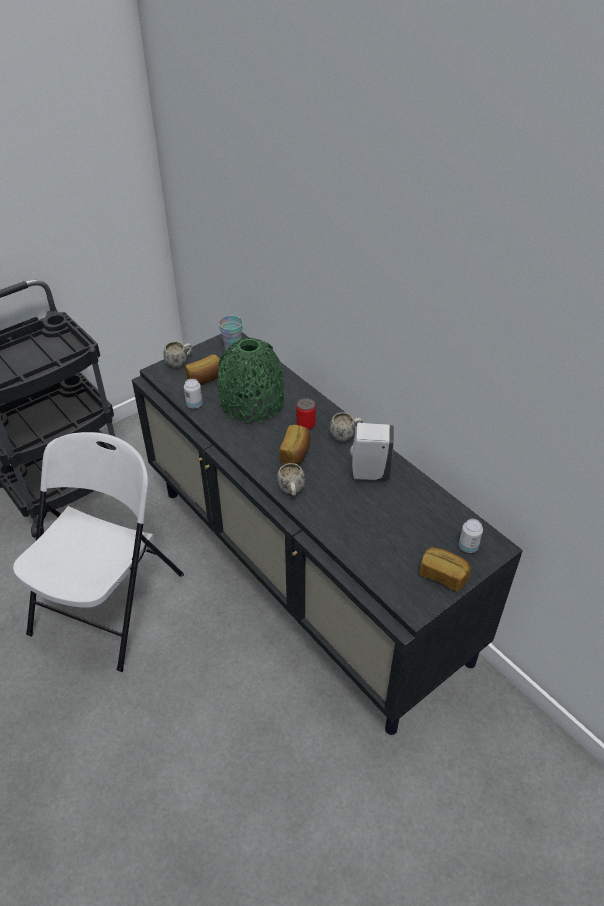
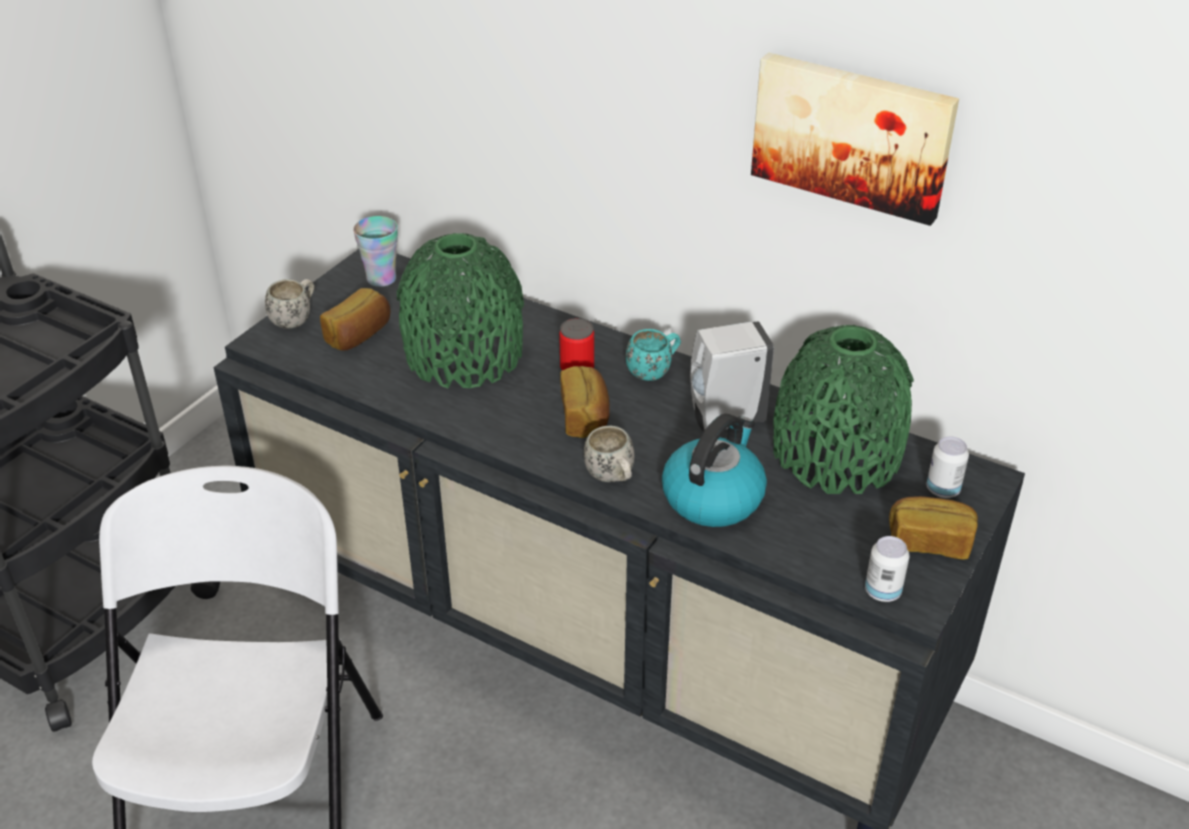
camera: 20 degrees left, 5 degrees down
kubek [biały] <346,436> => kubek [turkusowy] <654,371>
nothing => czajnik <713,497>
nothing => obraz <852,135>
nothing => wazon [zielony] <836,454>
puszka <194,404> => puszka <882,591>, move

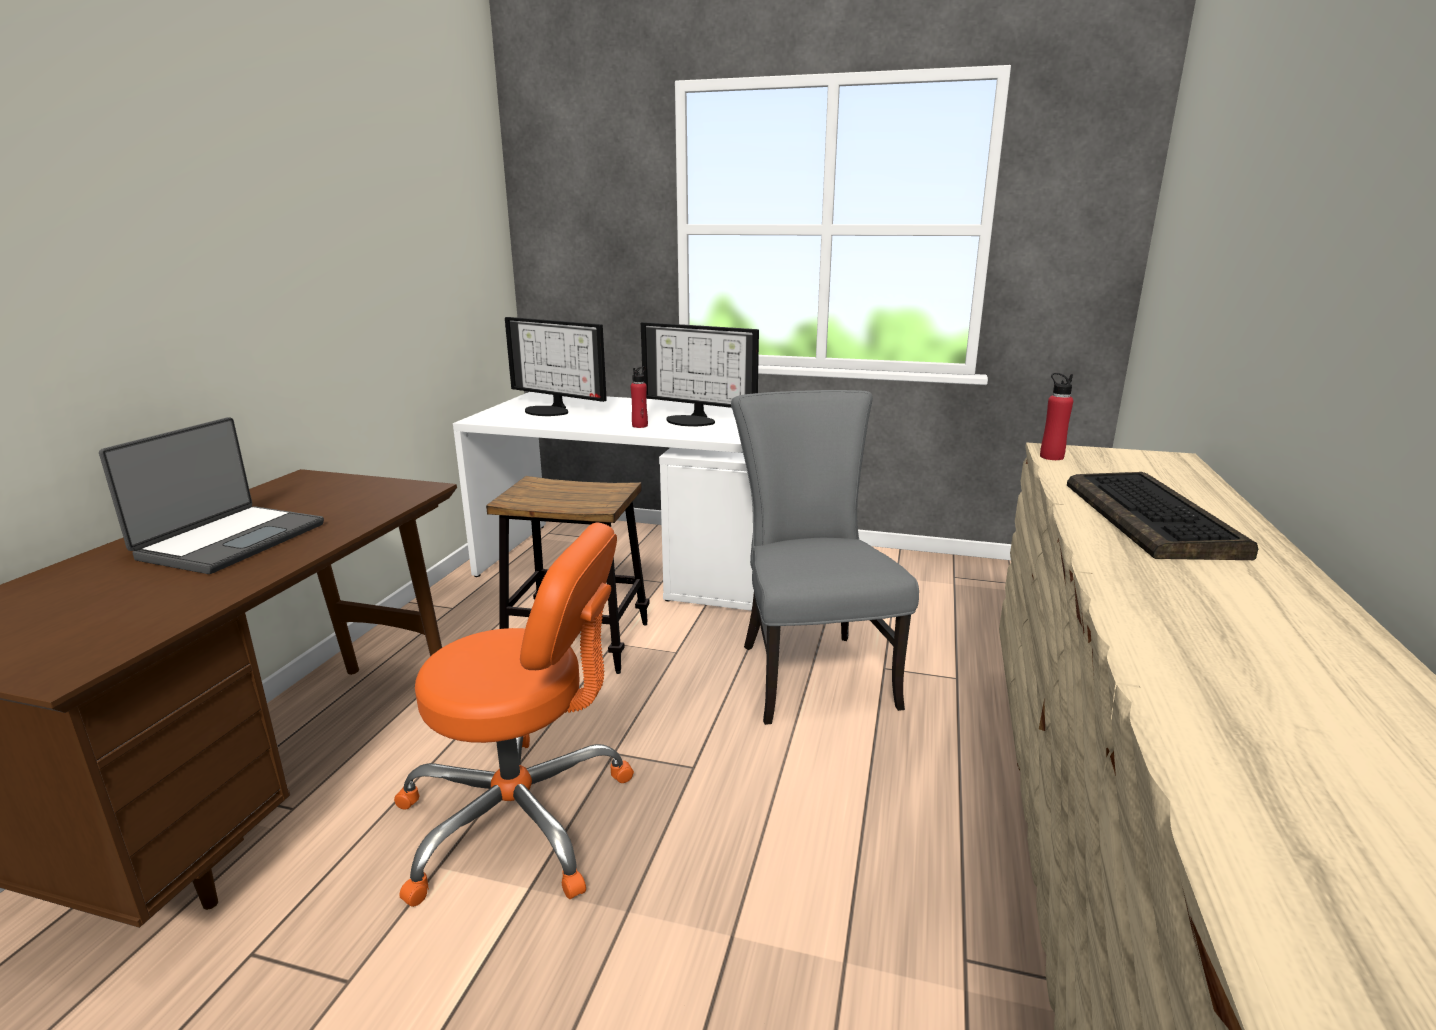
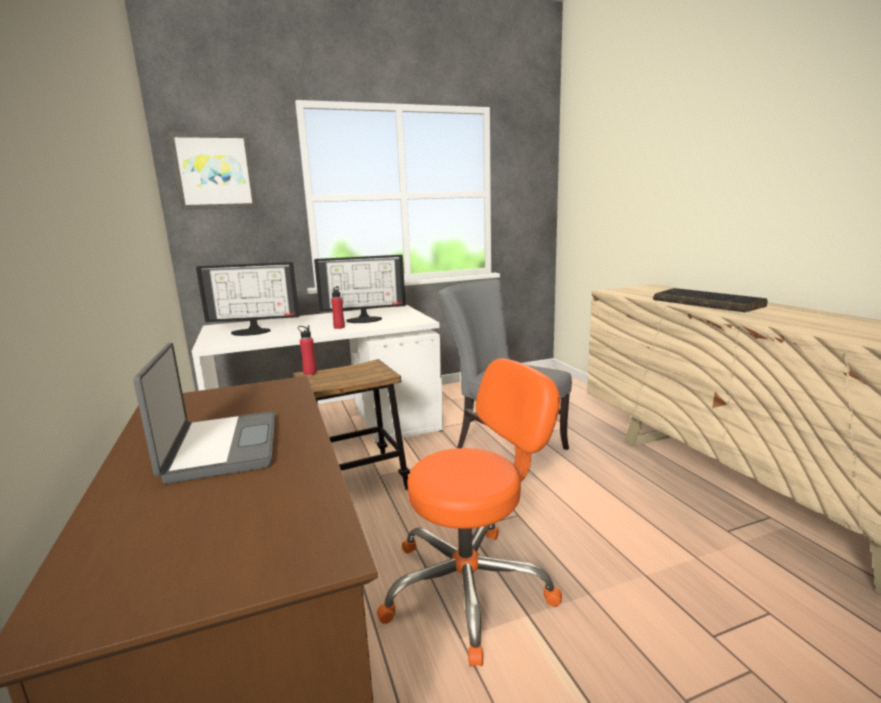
camera: 35 degrees left, 5 degrees down
nothing => obraz <214,171>
butelka [czerwony] <1051,457> => butelka [czerwony] <310,372>, move

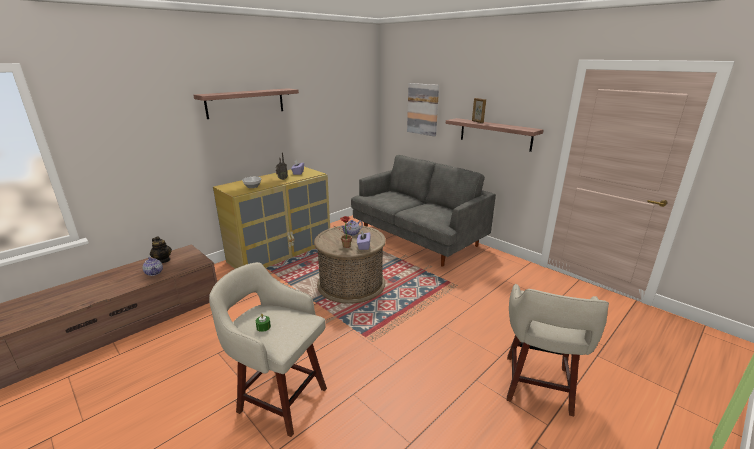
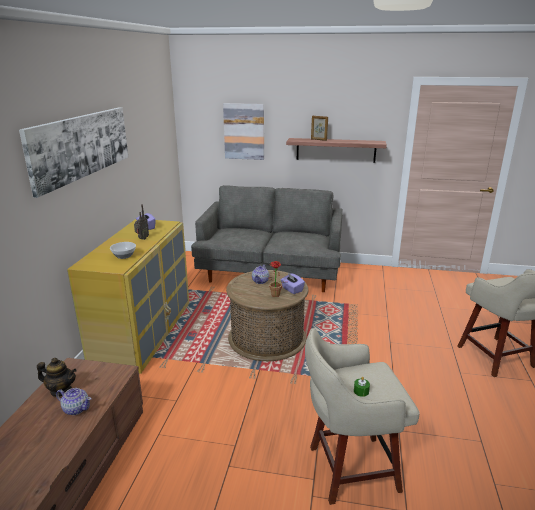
camera: 35 degrees left, 0 degrees up
półka <245,103> => obraz <81,146>

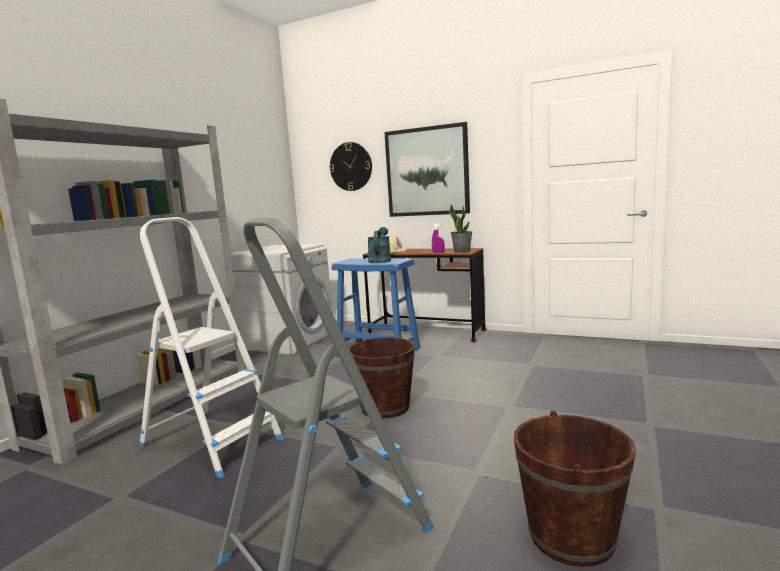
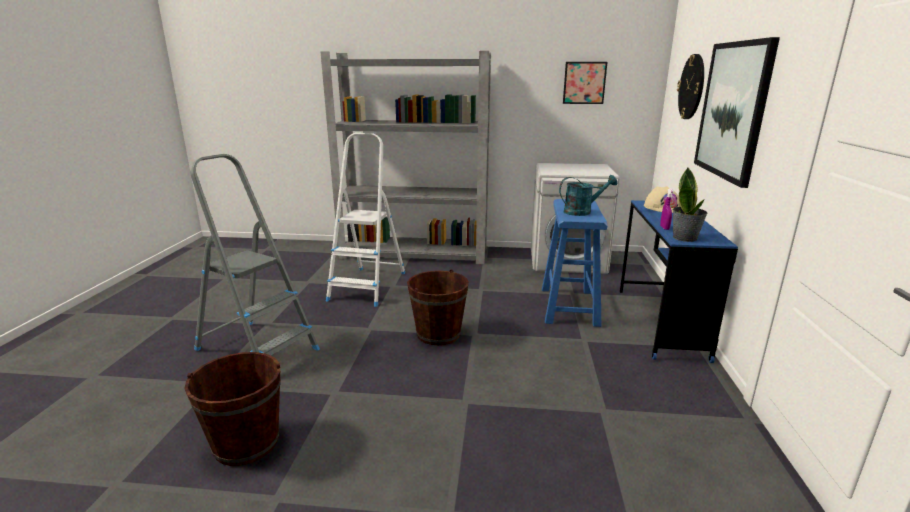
camera: 70 degrees right, 10 degrees up
nothing => obraz <584,83>
biurko [brązowy] <426,333> => biurko [niebieski] <660,322>

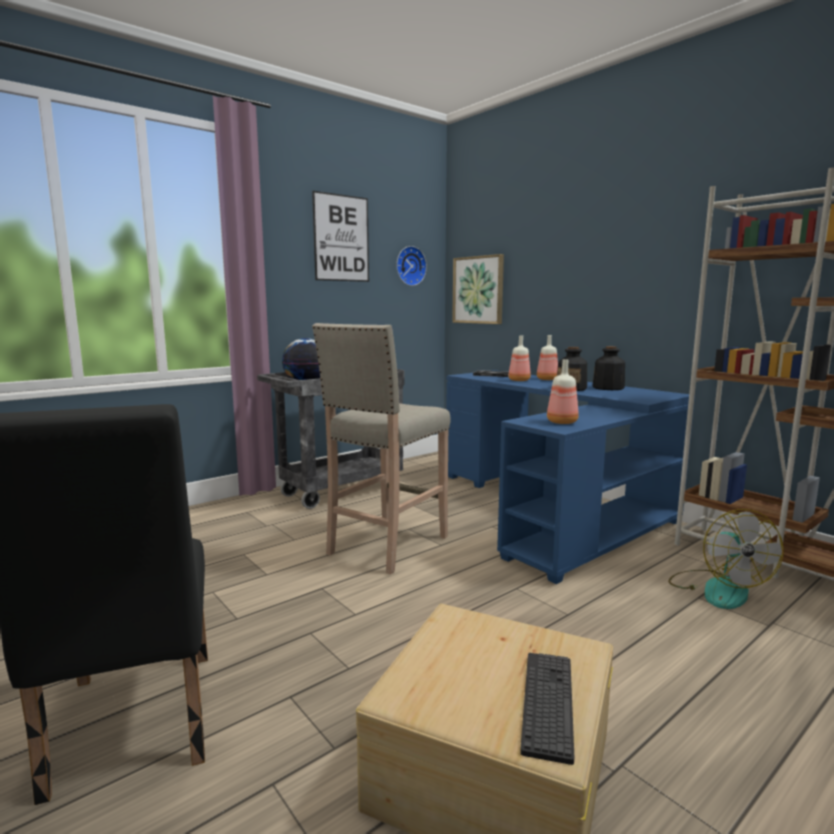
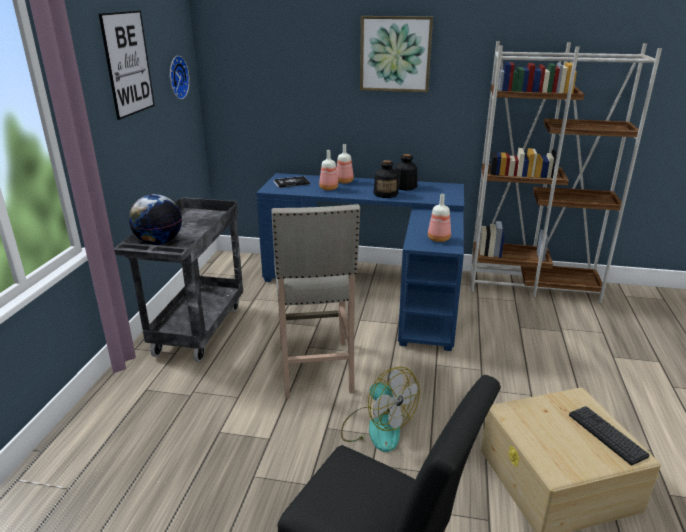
camera: 40 degrees left, 15 degrees up
wentylator <717,589> => wentylator <376,428>, move
obraz <478,290> => obraz <395,54>, move

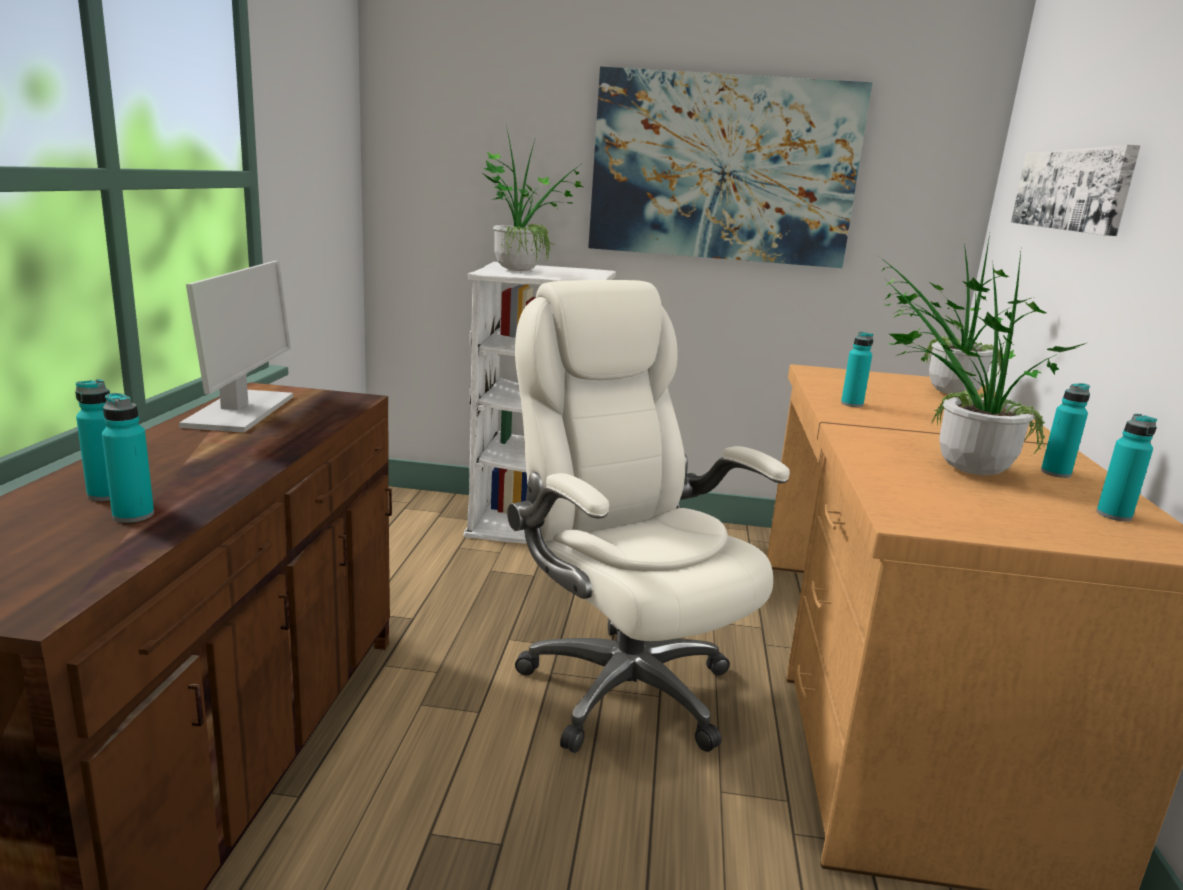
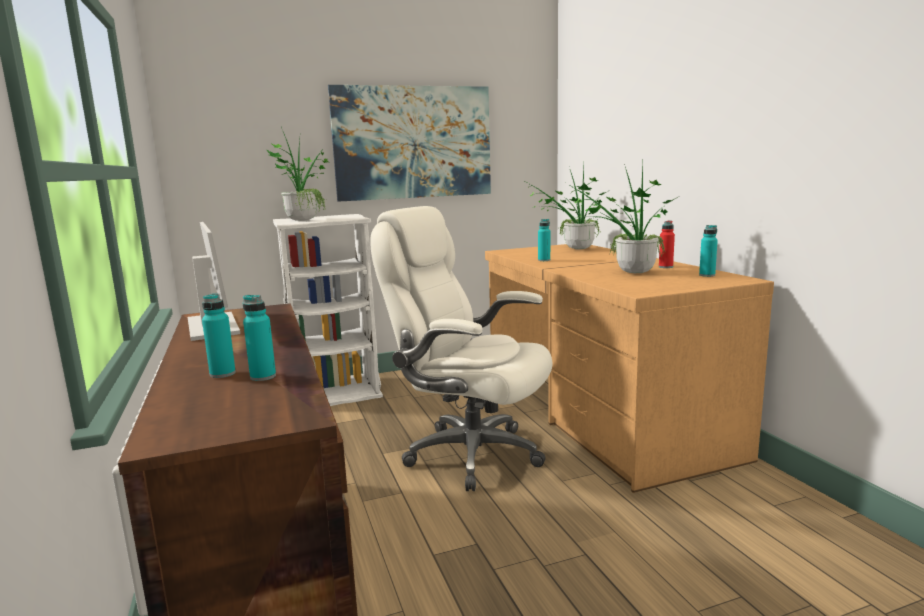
camera: 25 degrees left, 5 degrees down
butelka [turkusowy] <1055,473> => butelka [czerwony] <665,267>
obraz <1072,190> => nothing

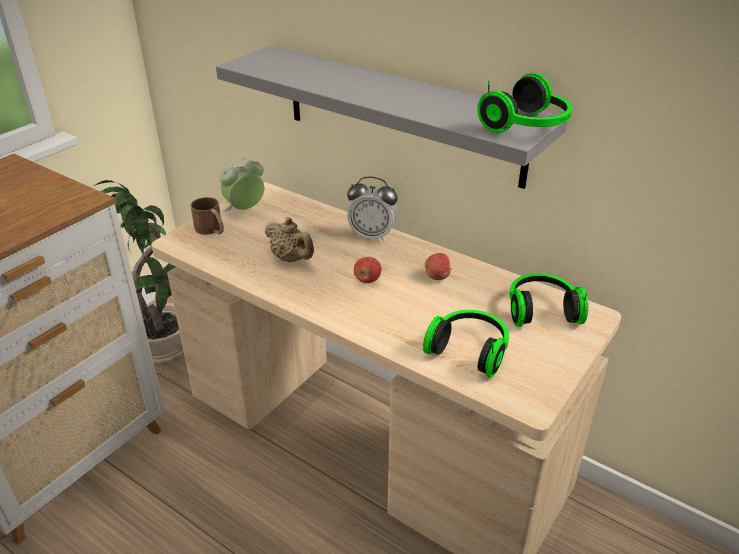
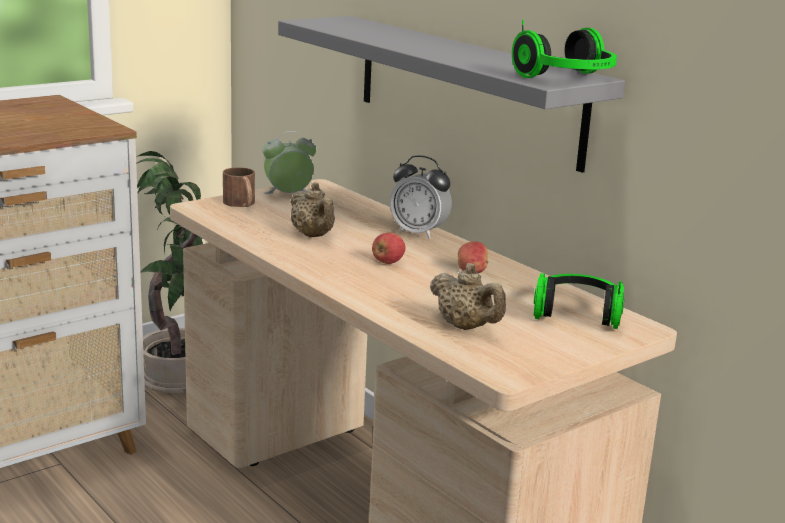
camera: 15 degrees right, 15 degrees down
słuchawki <470,350> => imbryk [beżowy] <466,327>

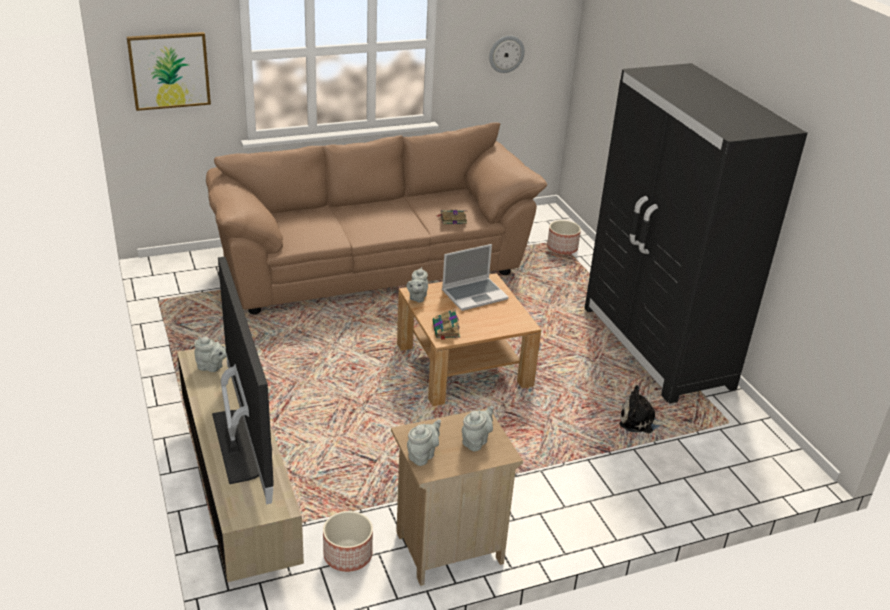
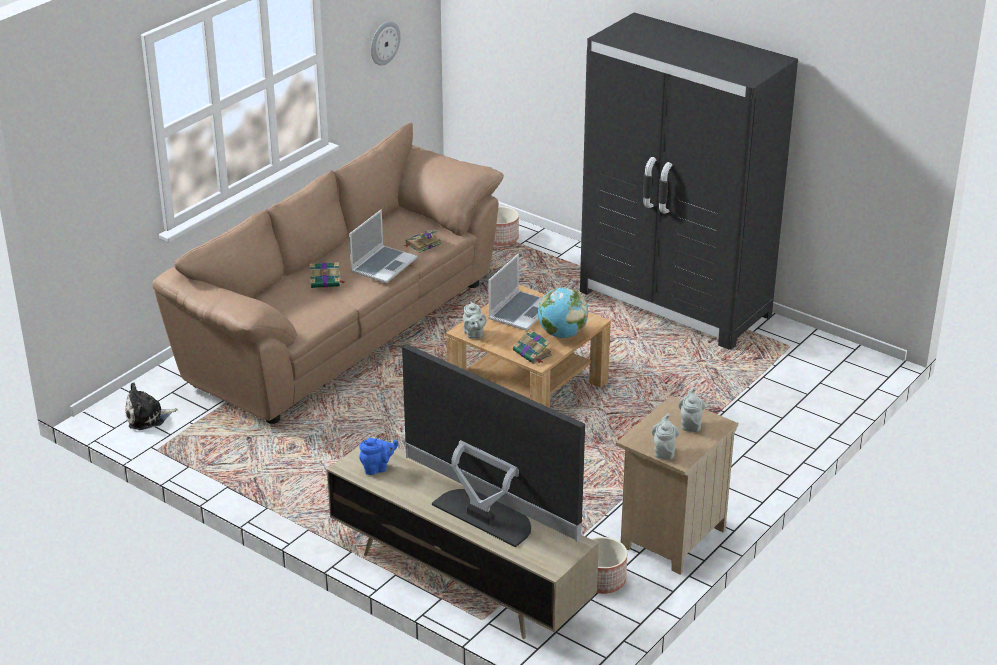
camera: 30 degrees left, 0 degrees up
pluszak <639,421> => pluszak <147,417>, move
nothing => książka <326,281>
nothing => laptop <383,265>
imbryk [szary] <212,367> => imbryk [niebieski] <377,468>
nothing => globus <562,334>
obraz <169,70> => nothing

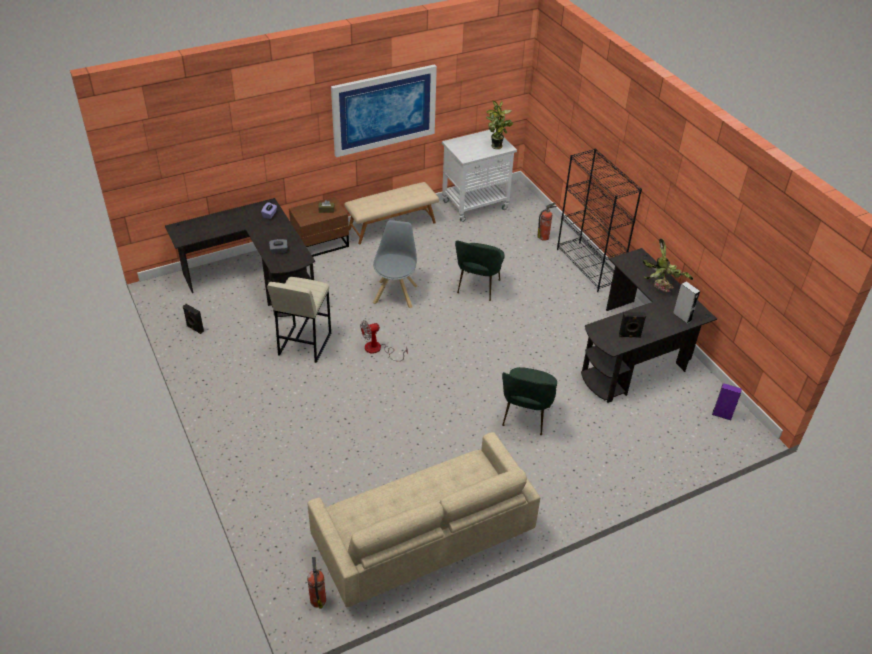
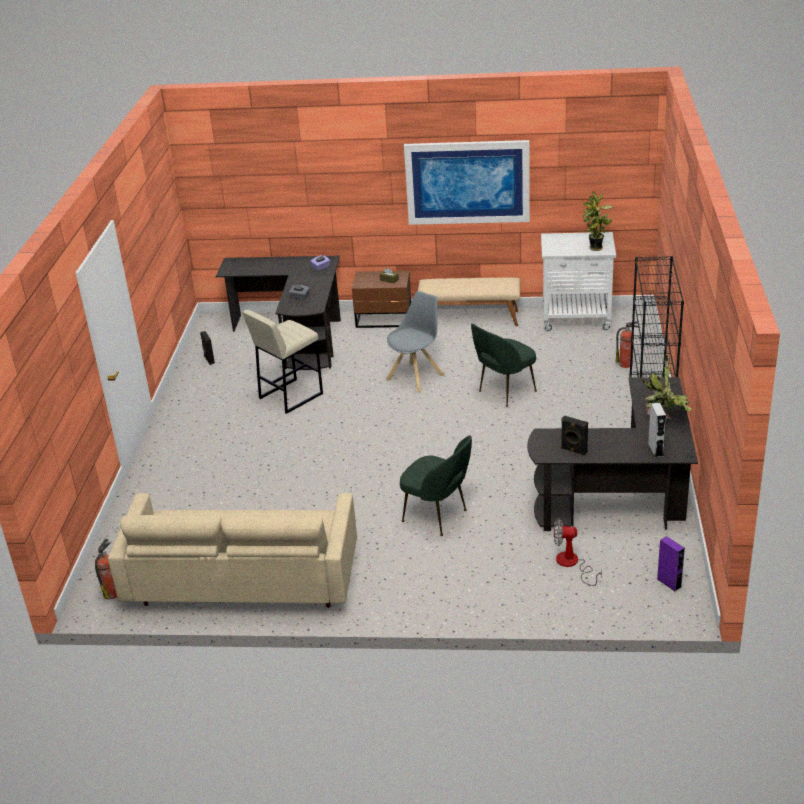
camera: 35 degrees right, 10 degrees down
krzesło [zielony] <525,419> => krzesło [zielony] <439,518>, 105 degrees counterclockwise
wentylator <378,350> => wentylator <572,564>, move

